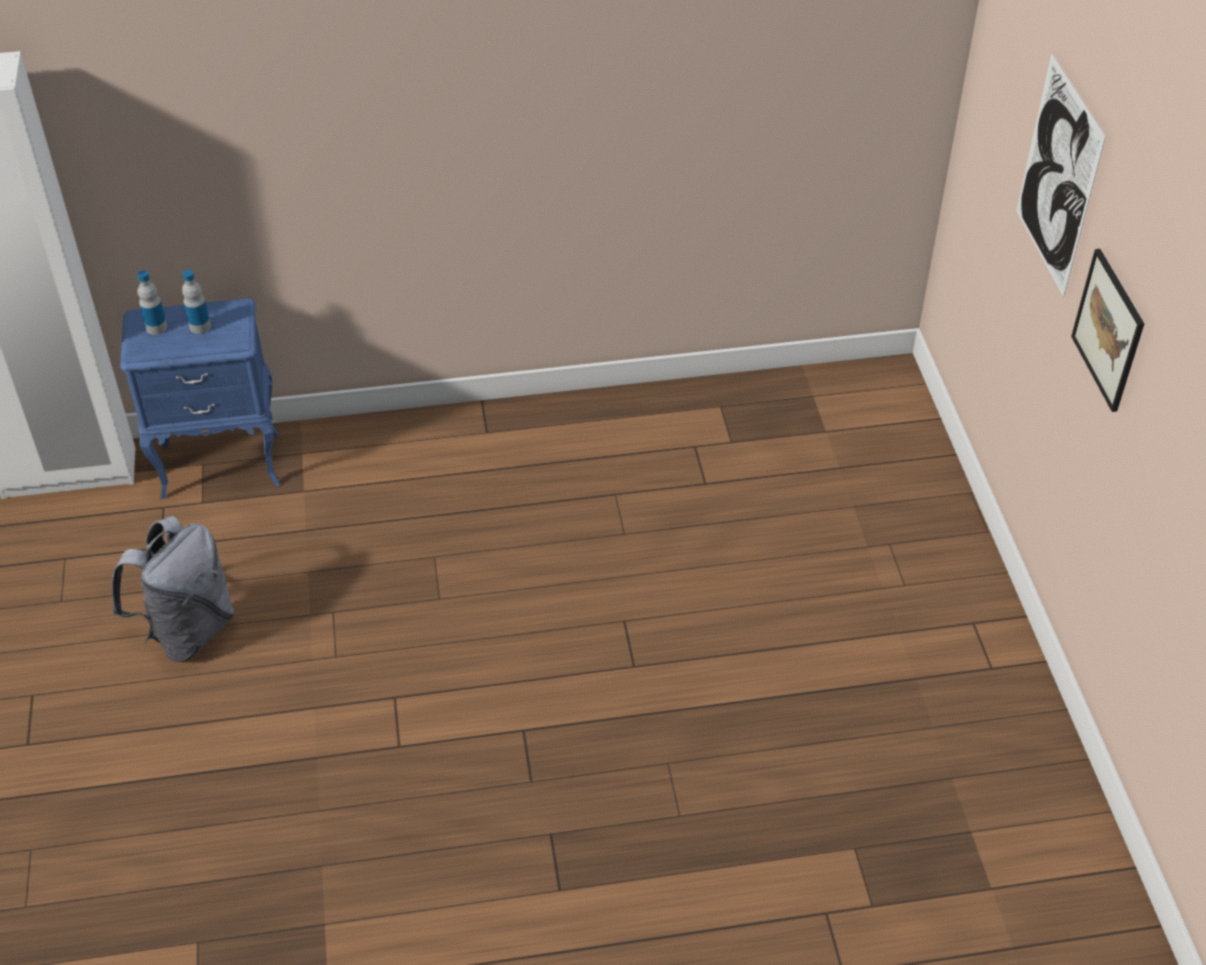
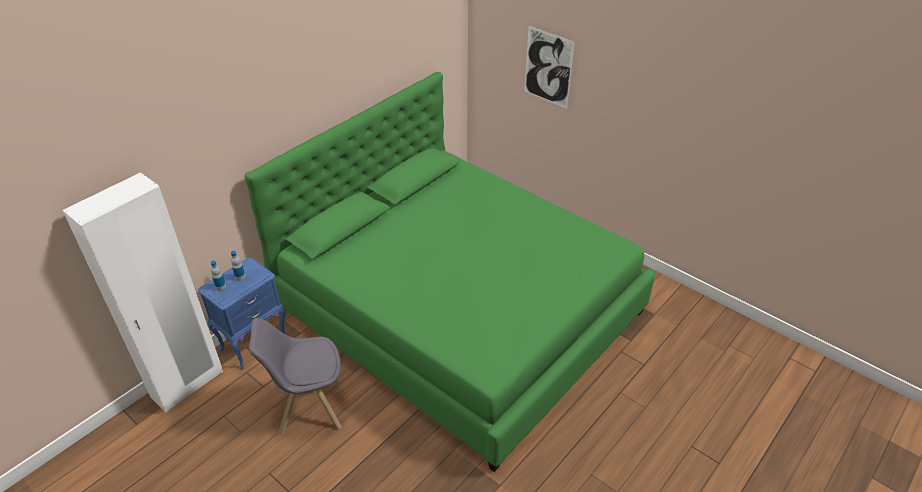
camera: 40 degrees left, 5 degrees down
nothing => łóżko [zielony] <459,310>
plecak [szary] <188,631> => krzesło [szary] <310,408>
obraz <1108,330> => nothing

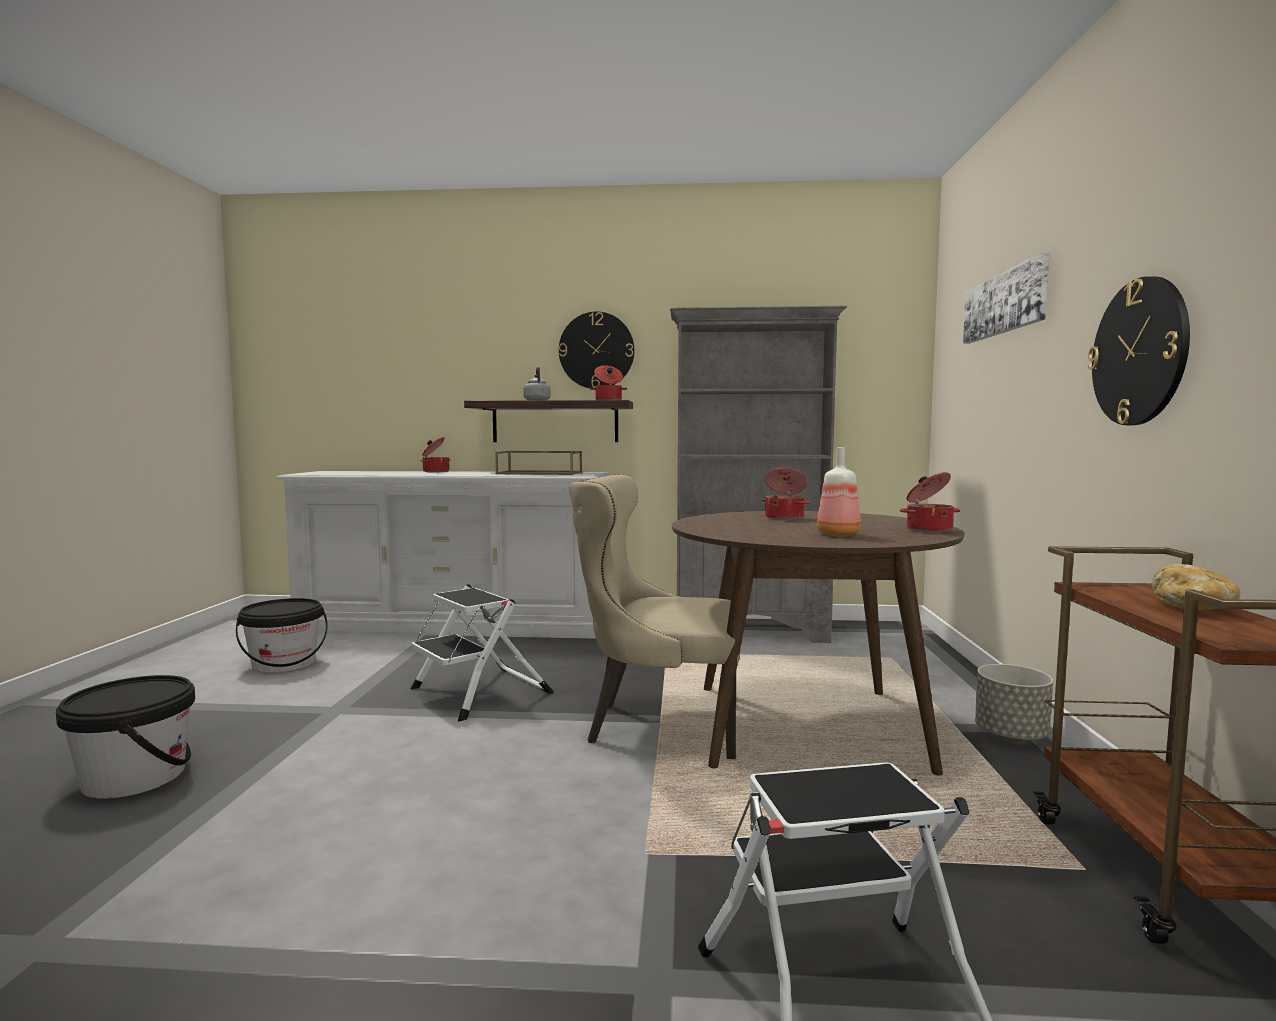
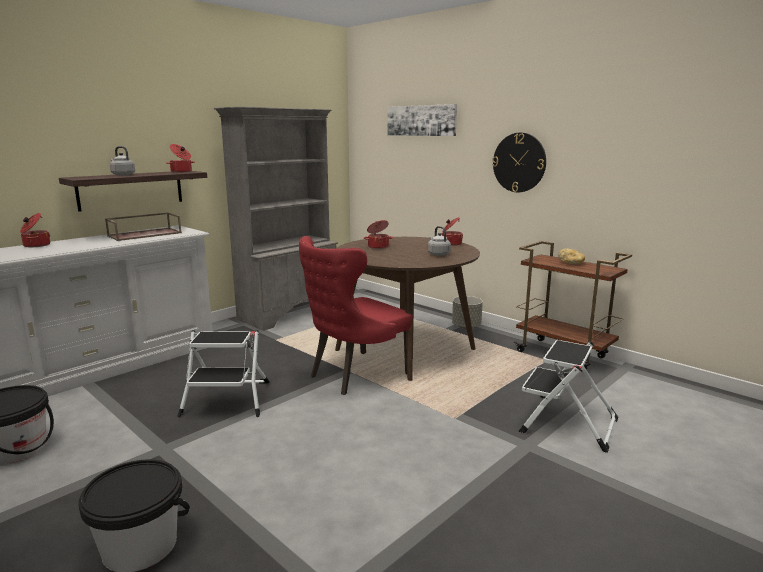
camera: 50 degrees left, 10 degrees up
krzesło [beżowy] <658,726> => krzesło [czerwony] <354,374>
butelka <837,534> => czajnik [szary] <438,254>
zegar ścienny <596,350> => nothing

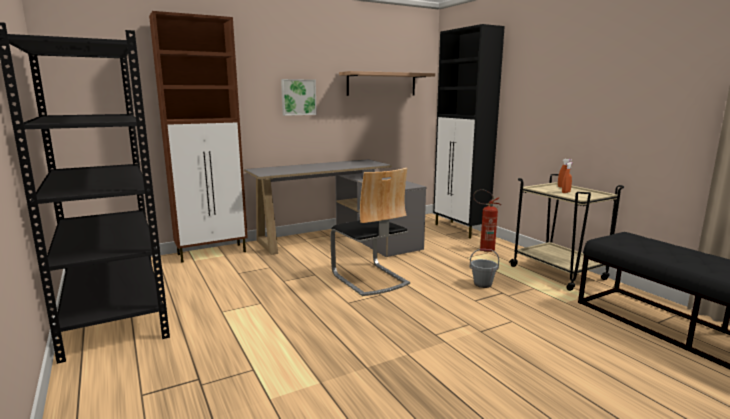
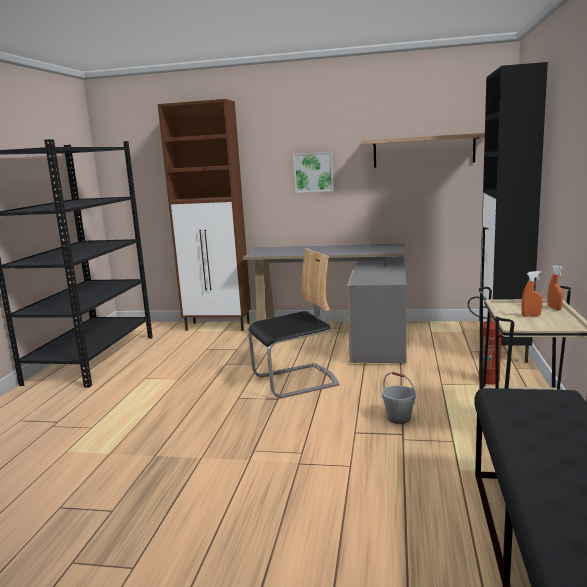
camera: 40 degrees right, 0 degrees up
krzesło <369,279> => krzesło <296,381>, 120 degrees counterclockwise

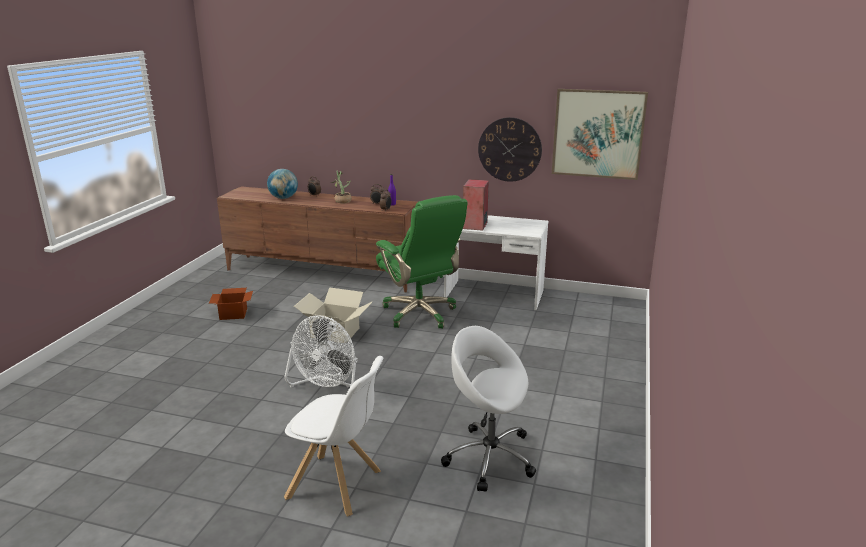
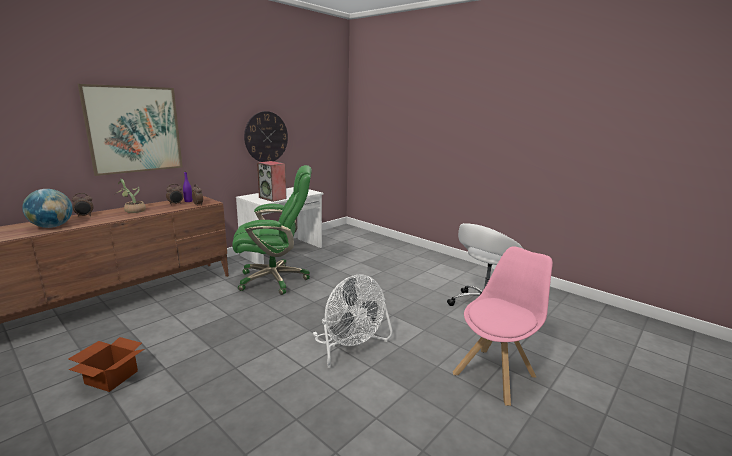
camera: 65 degrees left, 5 degrees down
obraz <598,134> => obraz <134,129>, move
krzesło [biały] <338,485> => krzesło [różowy] <496,373>
karton <335,333> => nothing

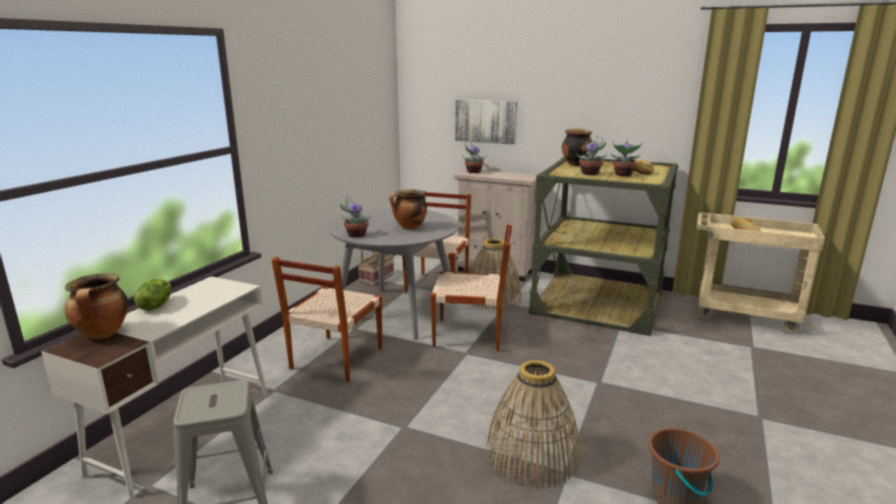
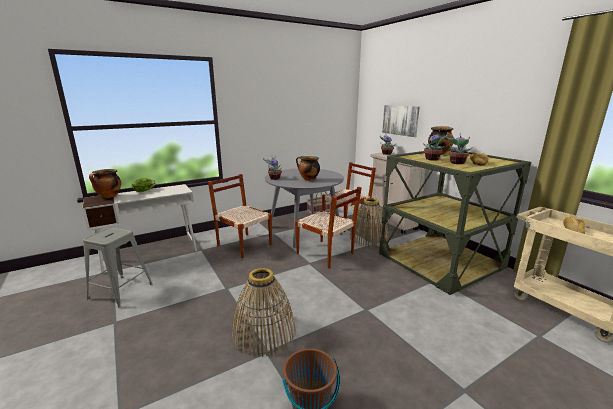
camera: 35 degrees right, 0 degrees up
krzesło <335,360> => krzesło <243,245>, 75 degrees clockwise

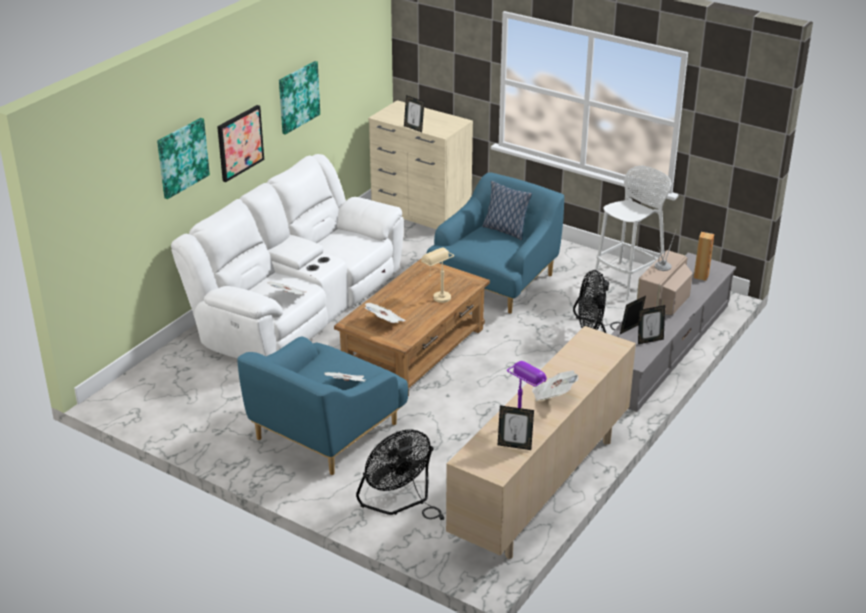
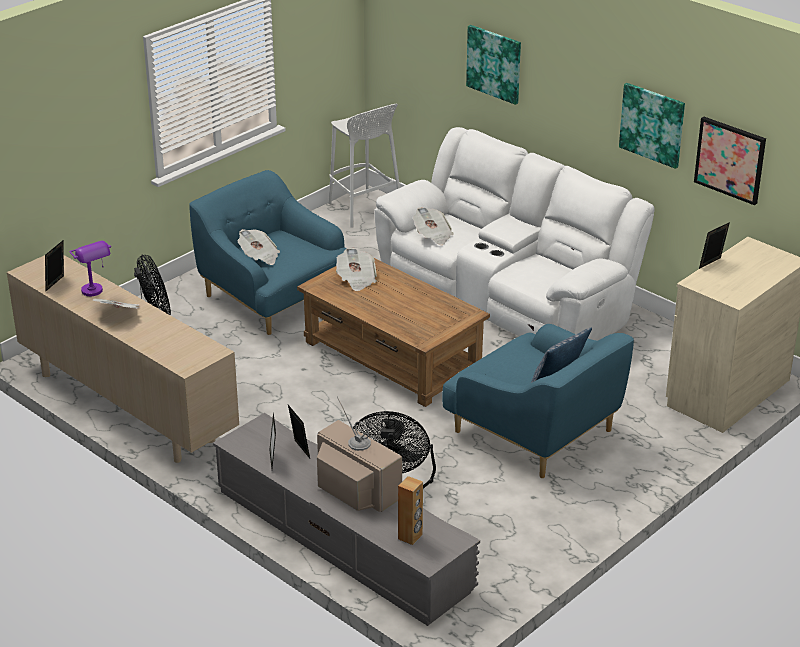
camera: 100 degrees right, 0 degrees up
stołek [biały] <627,281> => stołek [biały] <363,209>, move
obraz <239,142> => obraz <730,159>, move
lampa stołowa [beżowy] <437,295> => nothing

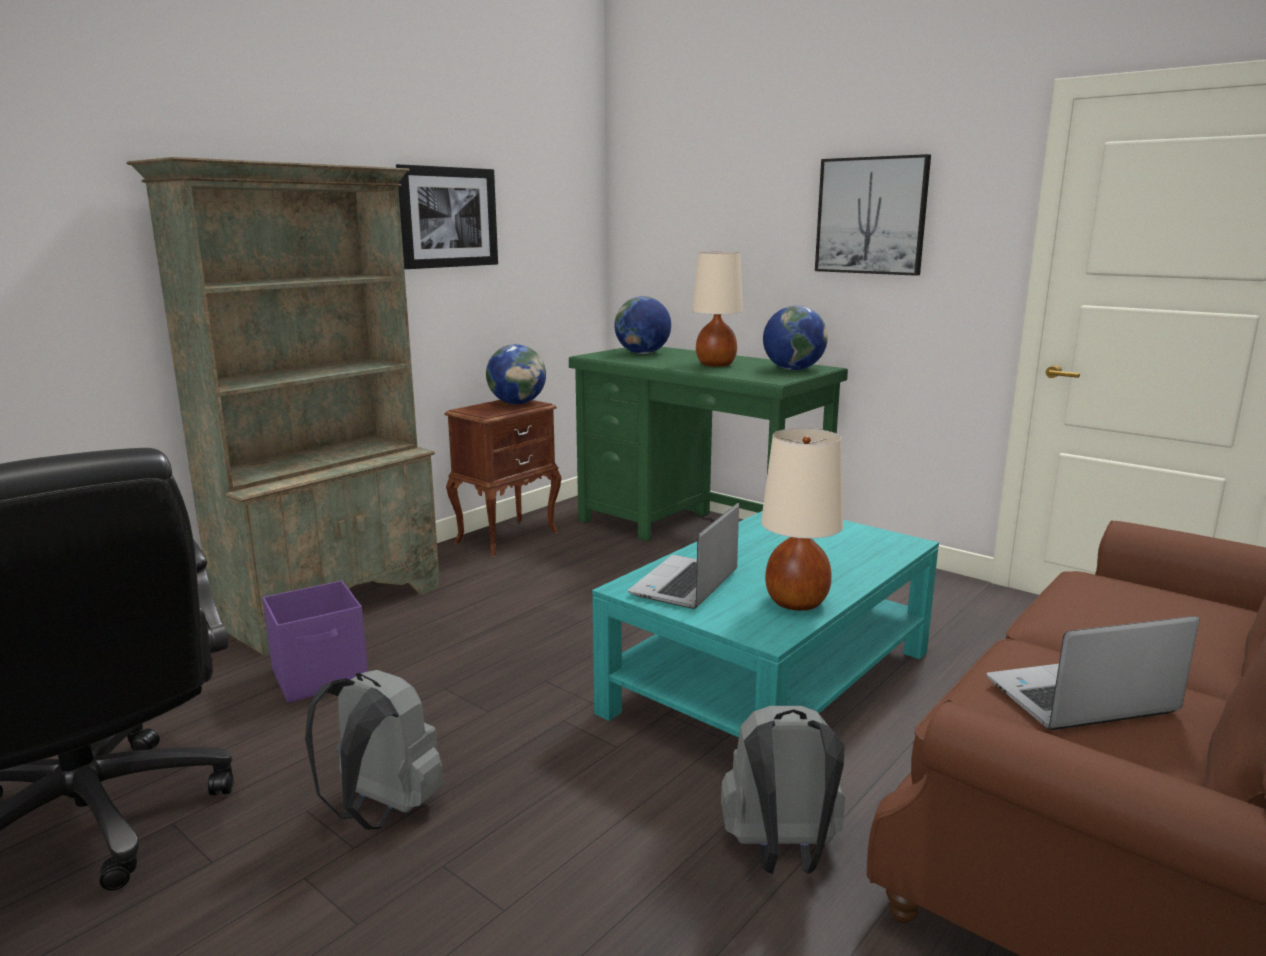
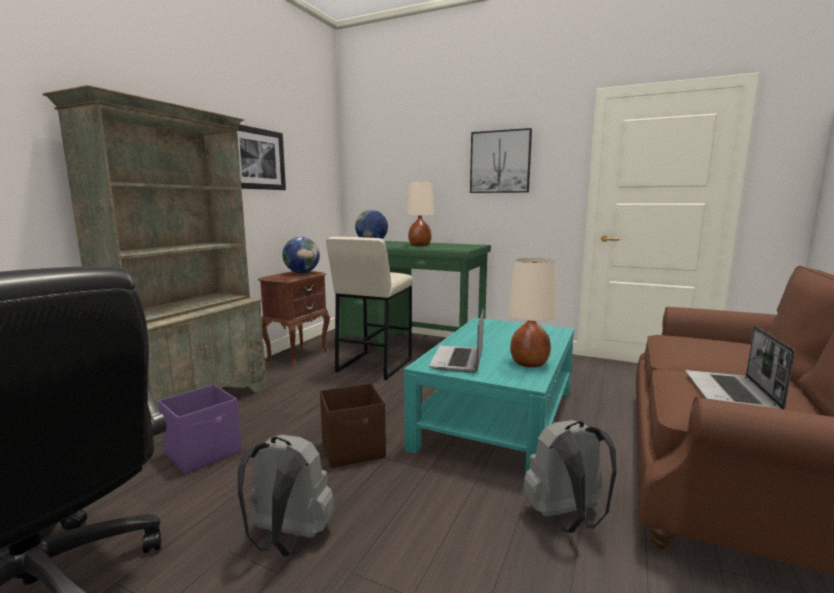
camera: 15 degrees left, 5 degrees down
nothing => pojemnik do przechowywania [brązowy] <354,449>
nothing => stołek [beżowy] <373,366>
laptop <1079,699> => laptop <731,393>, 45 degrees counterclockwise
globus <793,369> => nothing

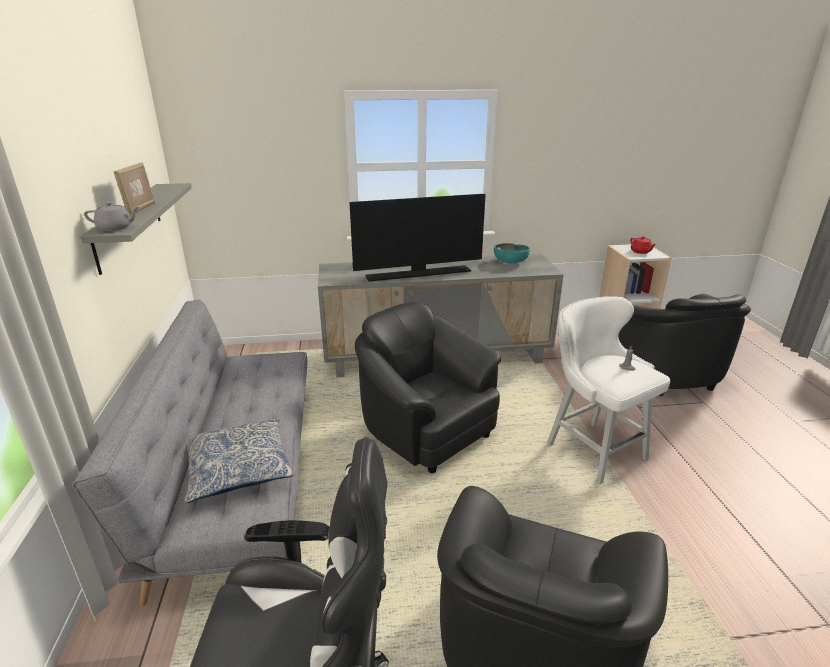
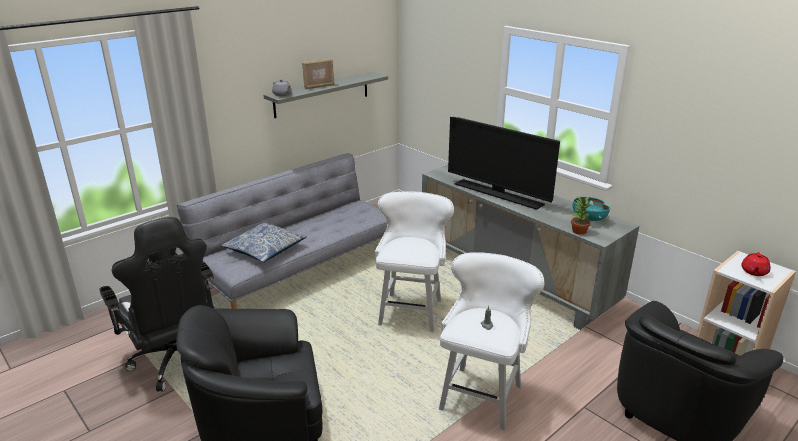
camera: 55 degrees right, 0 degrees up
fotel [czarny] <426,431> => stołek [biały] <411,310>
nothing => roślina doniczkowa <578,231>

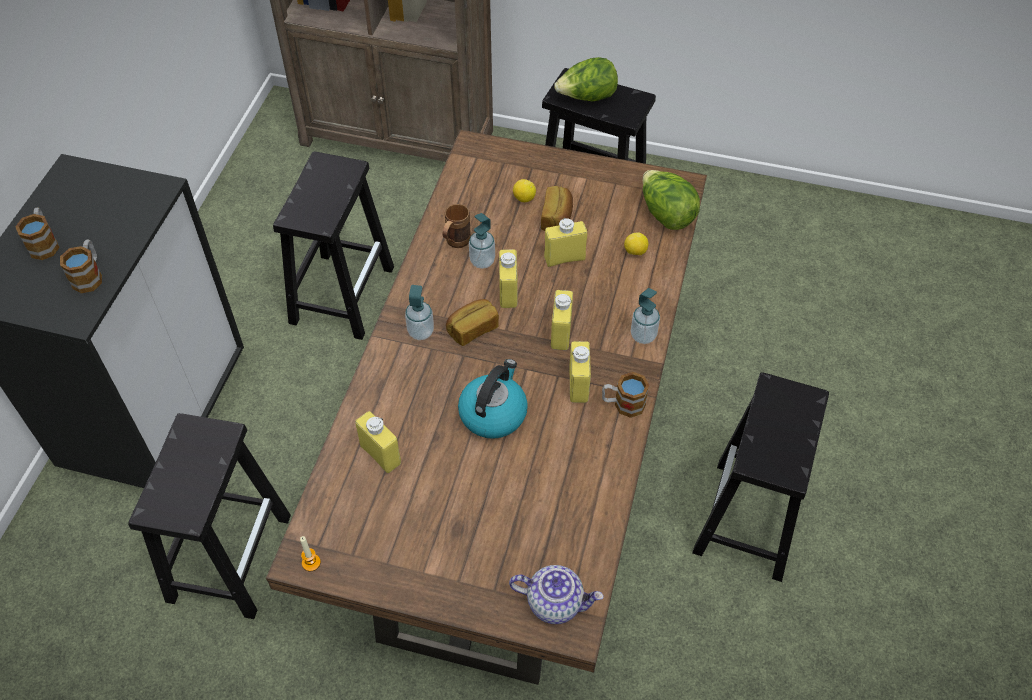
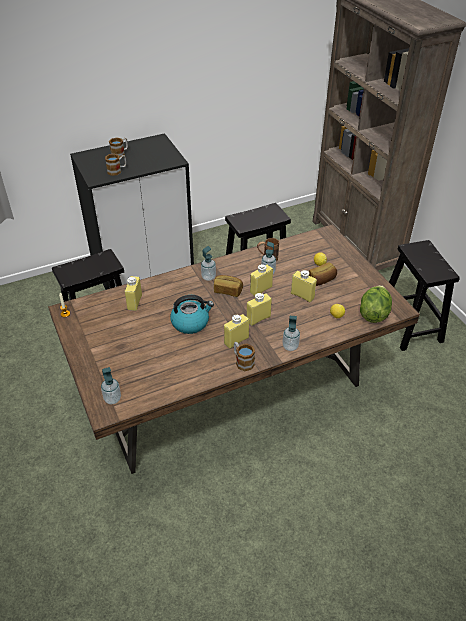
camera: 50 degrees right, 10 degrees down
imbryk <555,602> => dozownik mydła <112,399>
sałata <587,98> => nothing
stołek [czarny] <749,521> => nothing

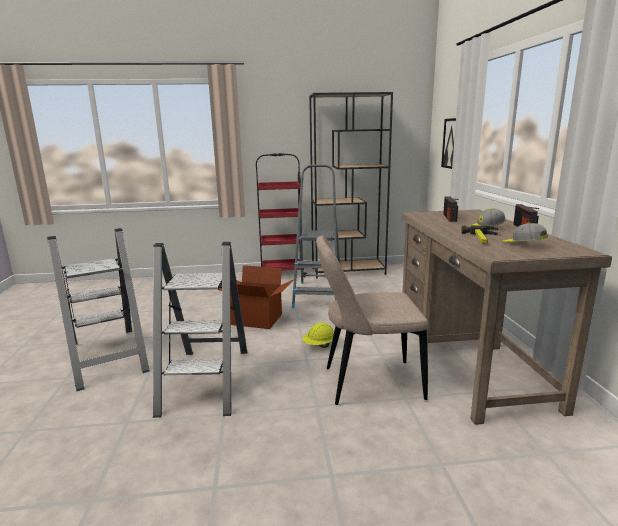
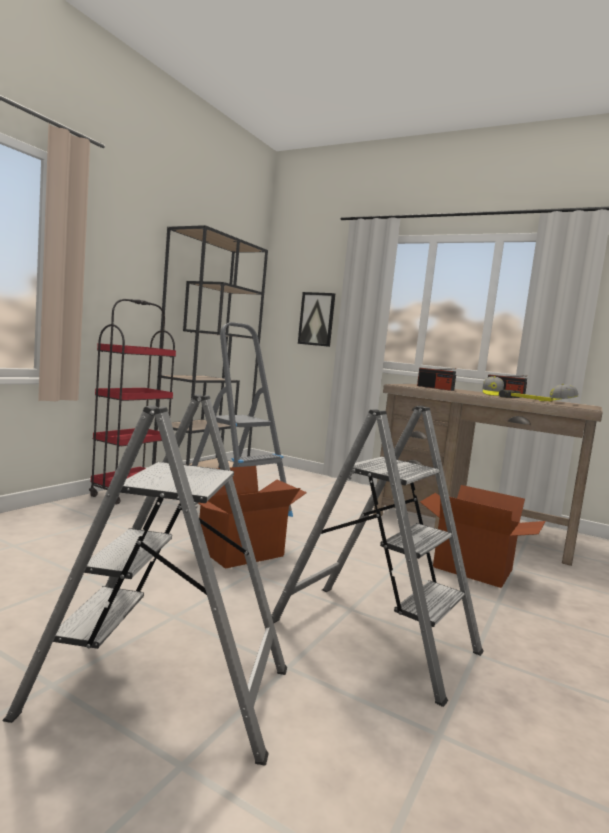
camera: 55 degrees left, 10 degrees down
krzesło [beżowy] <367,383> => karton <473,568>
kask [żółty] <319,346> => nothing

